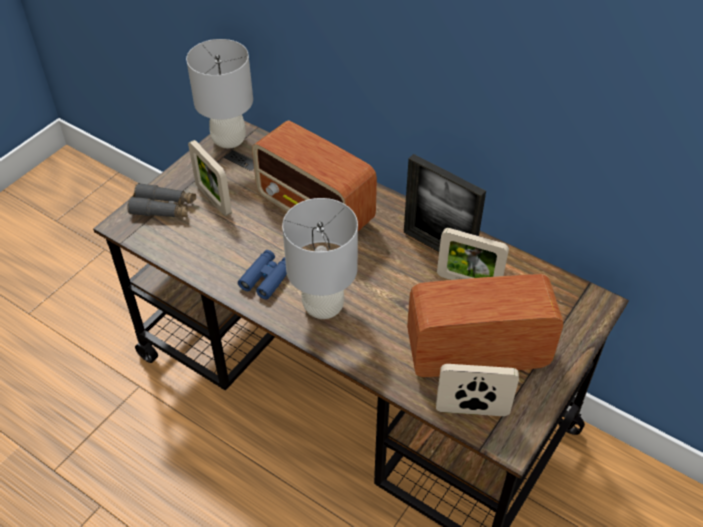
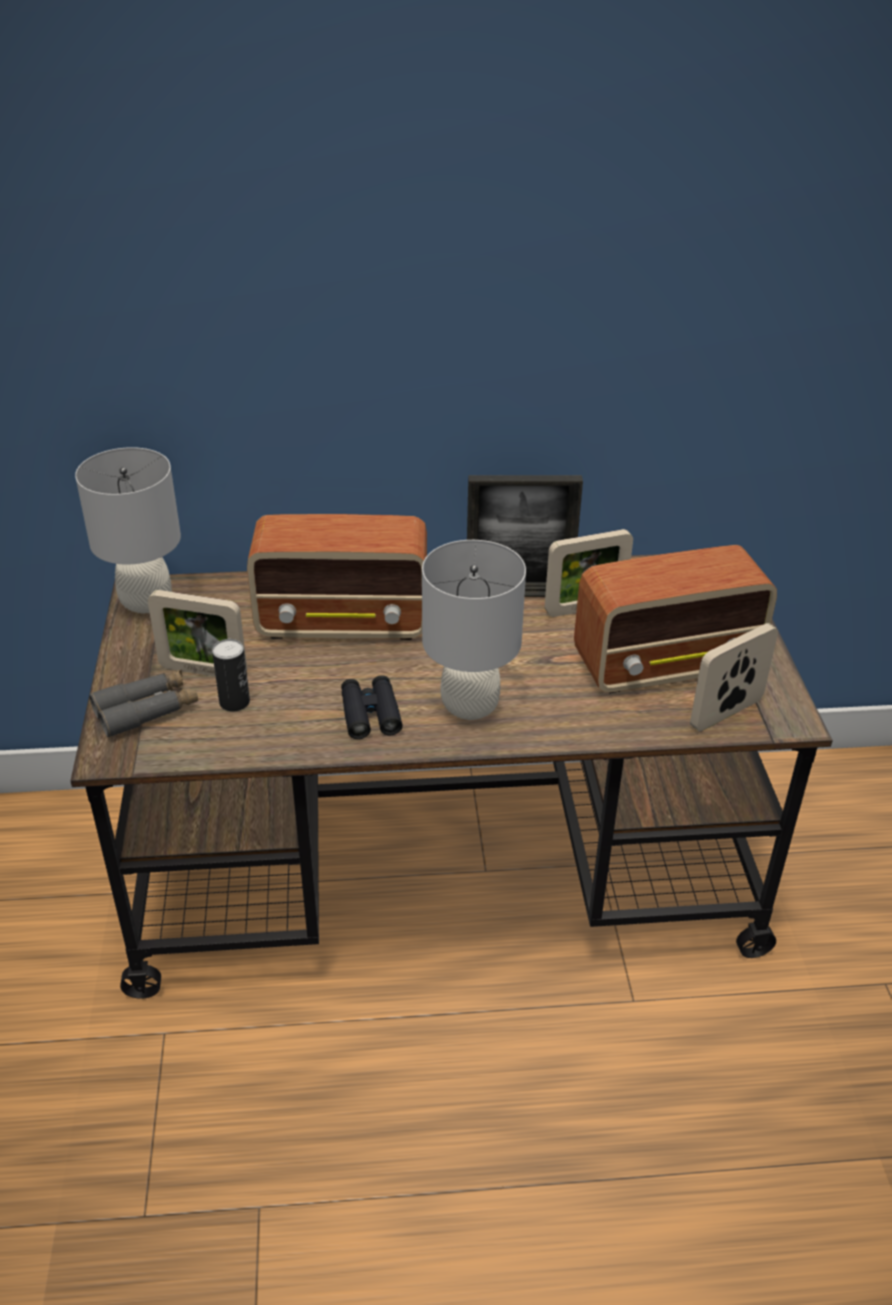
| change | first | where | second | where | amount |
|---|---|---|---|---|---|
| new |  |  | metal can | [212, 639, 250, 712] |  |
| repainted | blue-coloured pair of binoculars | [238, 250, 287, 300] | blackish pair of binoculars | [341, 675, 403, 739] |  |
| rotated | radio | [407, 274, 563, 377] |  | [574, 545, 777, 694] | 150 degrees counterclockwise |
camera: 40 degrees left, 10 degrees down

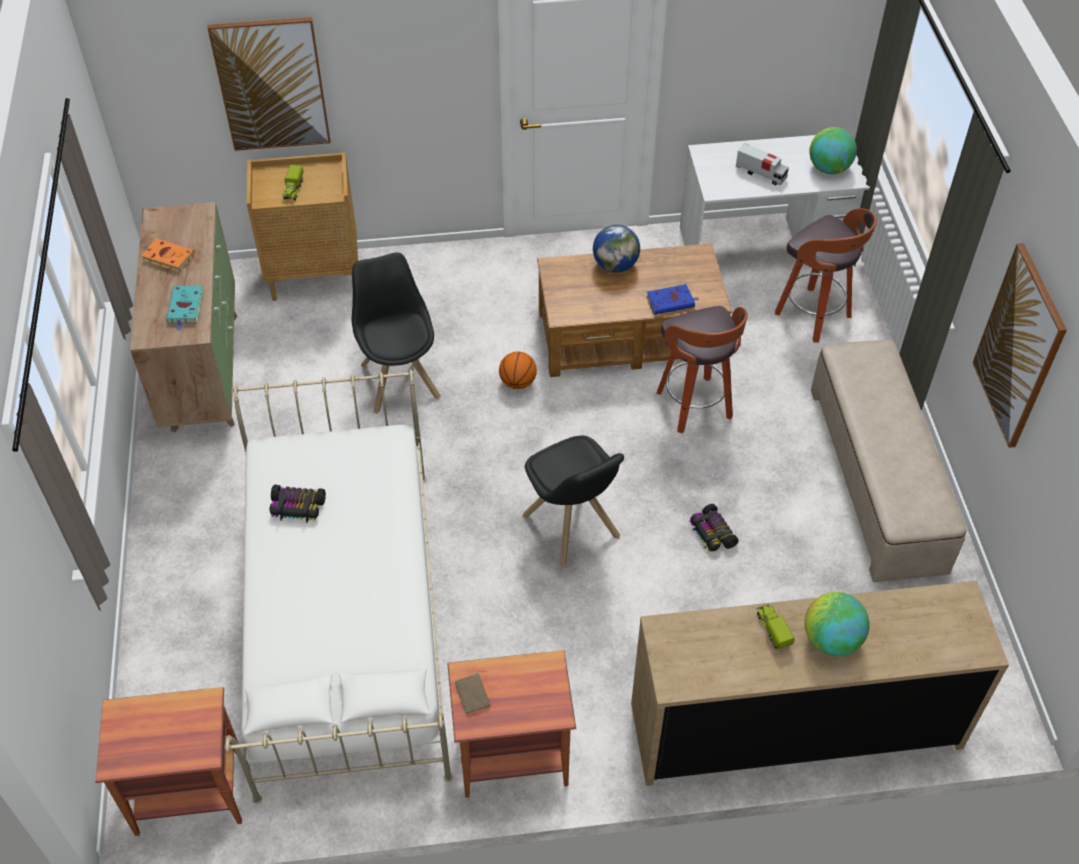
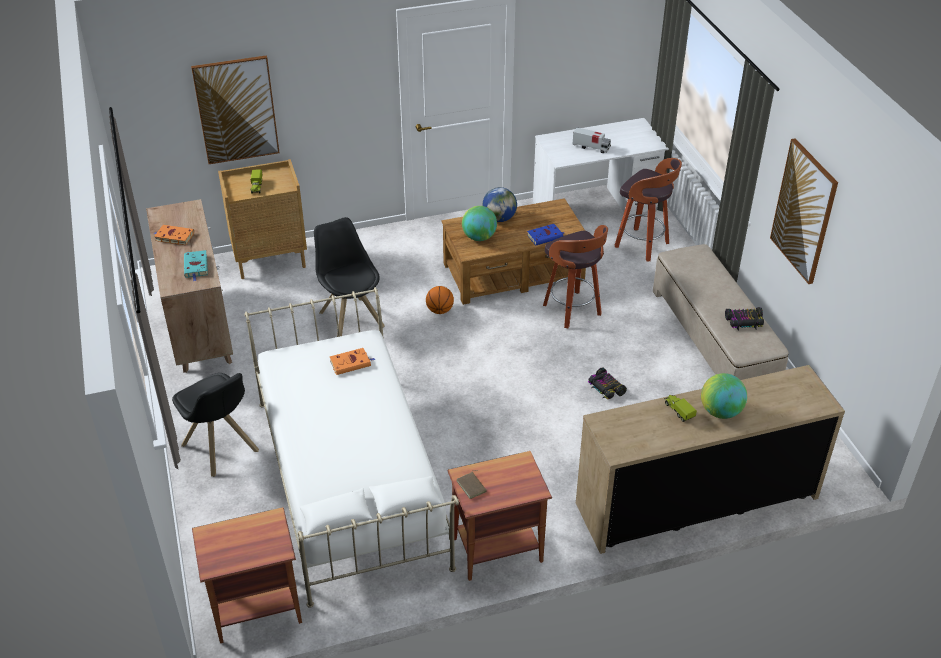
| change | first | where | second | where | amount |
|---|---|---|---|---|---|
| new |  |  | orangey volume | [330, 348, 375, 375] |  |
| shifted | toy car | [269, 485, 326, 524] |  | [725, 307, 764, 331] |  |
| shifted | blackish plain chair | [522, 436, 624, 566] |  | [172, 373, 259, 477] |  |
| shifted | desk globe | [809, 127, 857, 174] |  | [462, 206, 497, 241] |  |
camera: 10 degrees left, 10 degrees down

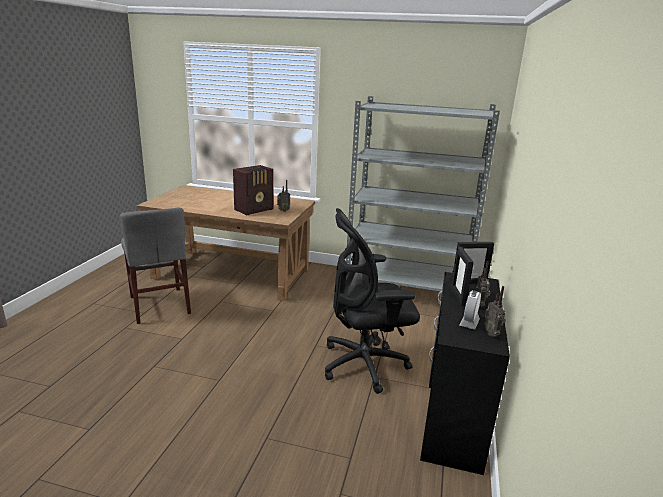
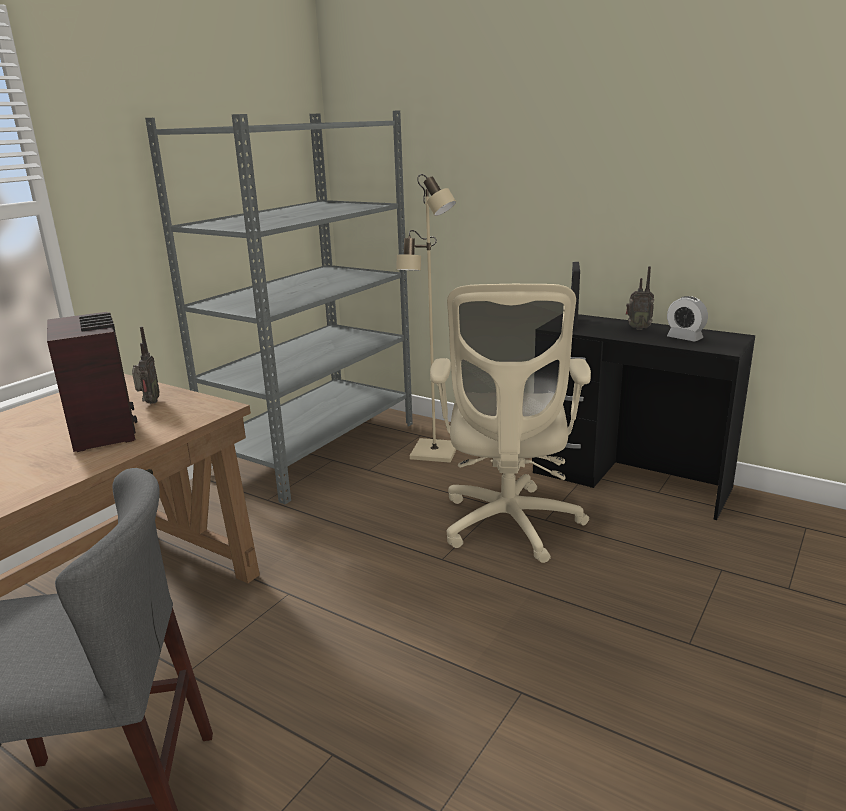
| change | first | where | second | where | amount |
|---|---|---|---|---|---|
| gone | standing frame | [451, 247, 474, 306] |  |  |  |
| gone | radio | [484, 286, 506, 337] |  |  |  |
| new |  |  | beige-coloured standard lamp | [396, 174, 457, 463] |  |
| repainted | blackish office chair | [325, 208, 420, 394] | beige-coloured office chair | [430, 284, 591, 563] |  |
camera: 70 degrees left, 0 degrees up

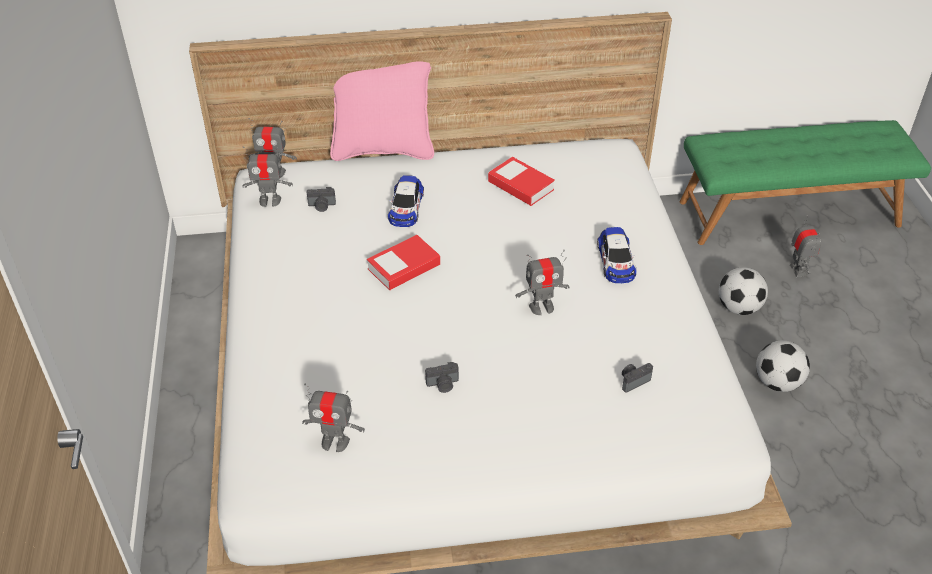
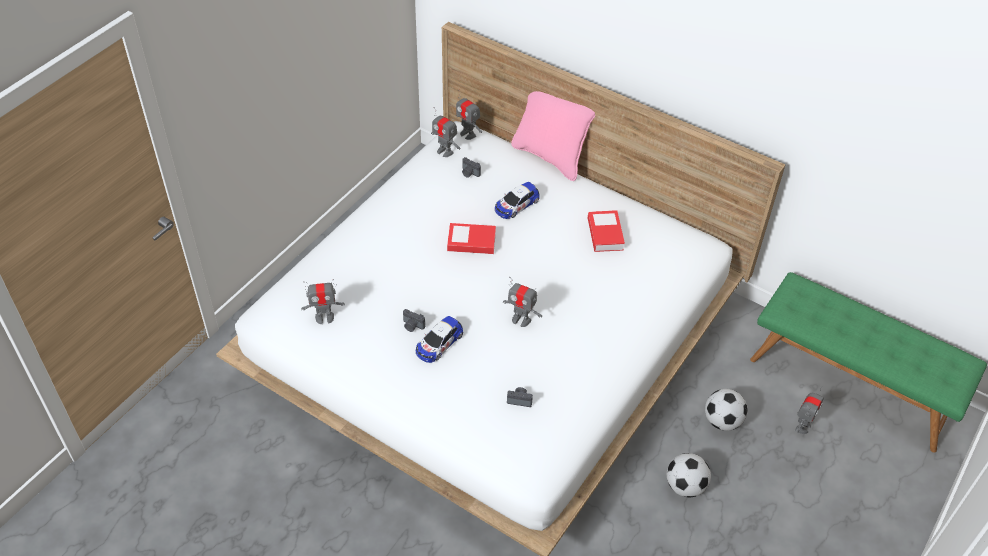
| change | first | where | second | where | amount |
|---|---|---|---|---|---|
| shifted | toy car | [597, 227, 637, 283] |  | [416, 316, 463, 363] |  |
| rotated | robot figure | [302, 384, 365, 452] |  | [301, 279, 345, 324] | 60 degrees counterclockwise |
camera: 40 degrees right, 5 degrees up

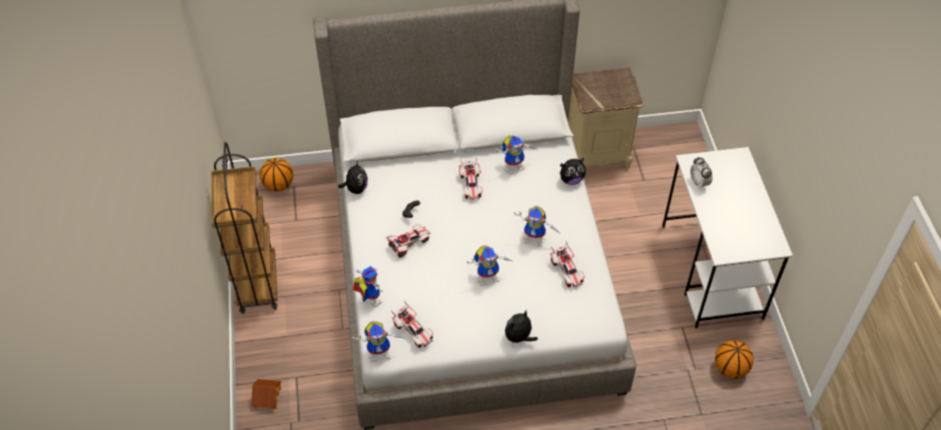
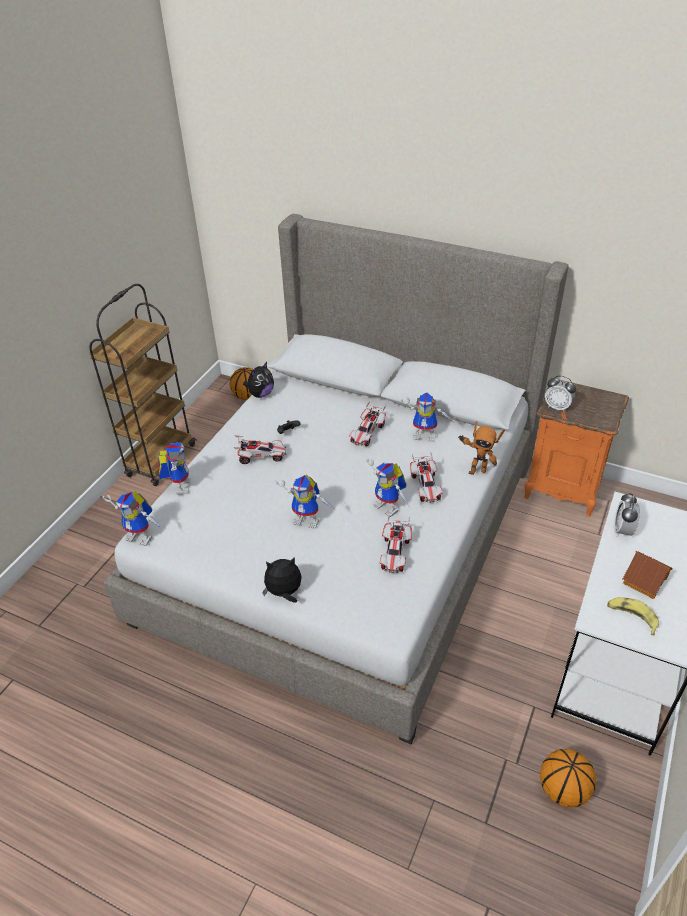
| change | first | where | second | where | amount |
|---|---|---|---|---|---|
| new |  |  | table clock | [545, 376, 576, 412] |  |
| new |  |  | whole banana | [607, 597, 659, 635] |  |
| shifted | miniature house | [252, 379, 281, 409] |  | [623, 551, 673, 599] |  |
| shifted | toy car | [391, 301, 434, 348] |  | [410, 453, 443, 502] |  |
| swapped | cuddly toy | [560, 158, 586, 185] | robot figure | [458, 421, 505, 475] |  |
| repainted | beige-coloured bedside table | [568, 67, 644, 169] | orangey bedside table | [524, 379, 629, 517] |  |
camera: 35 degrees right, 10 degrees down

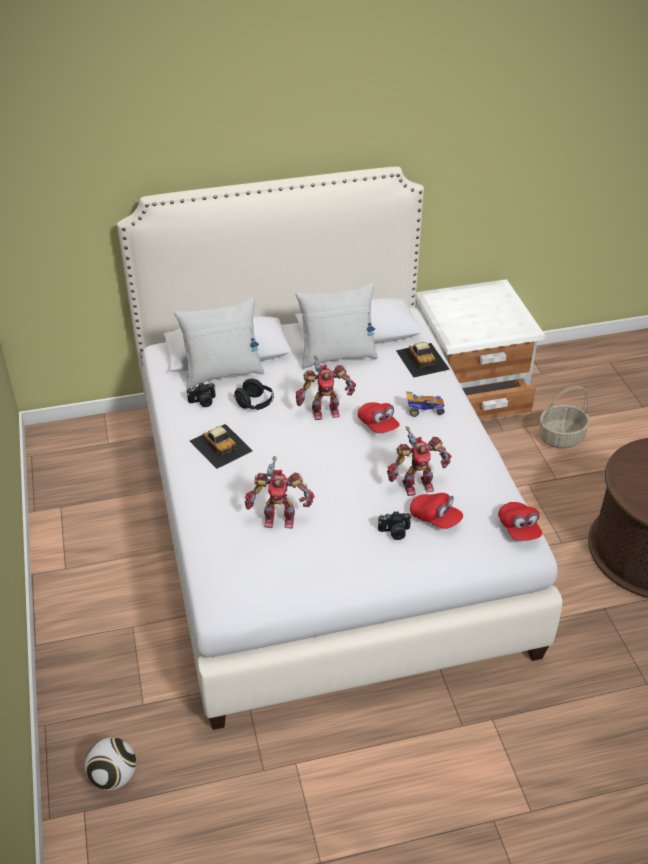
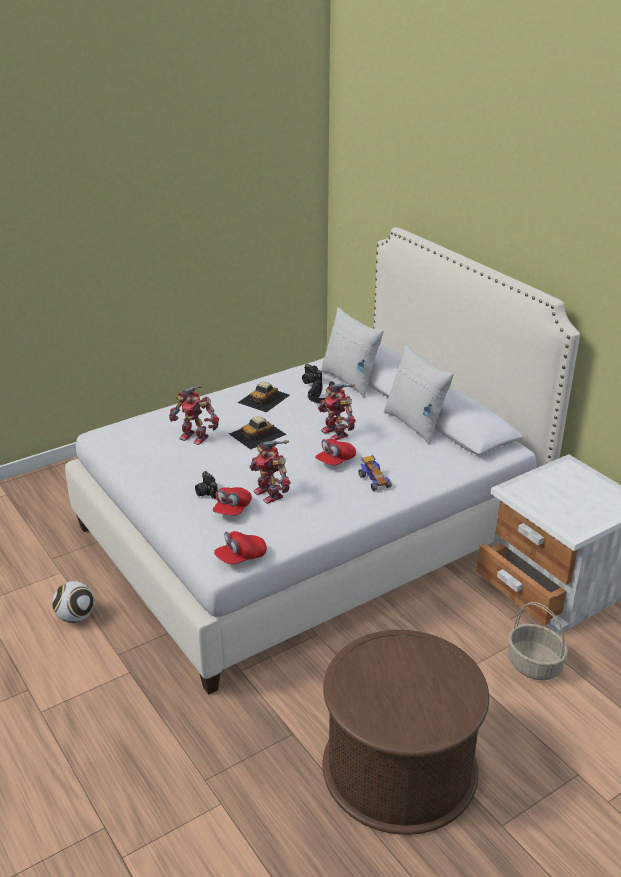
| change | first | where | second | where | amount |
|---|---|---|---|---|---|
| shifted | ball for football | [84, 737, 136, 791] |  | [52, 581, 95, 623] |  |
| shifted | toy car | [396, 342, 450, 378] |  | [229, 416, 287, 450] |  |
| rotated | robot figure | [245, 456, 315, 528] |  | [169, 385, 219, 445] | 45 degrees counterclockwise |
camera: 70 degrees right, 10 degrees down

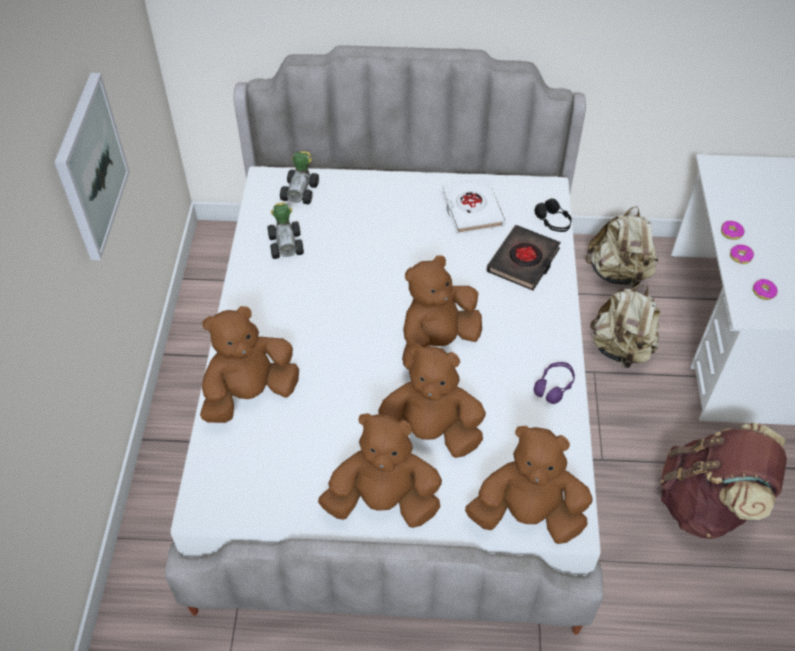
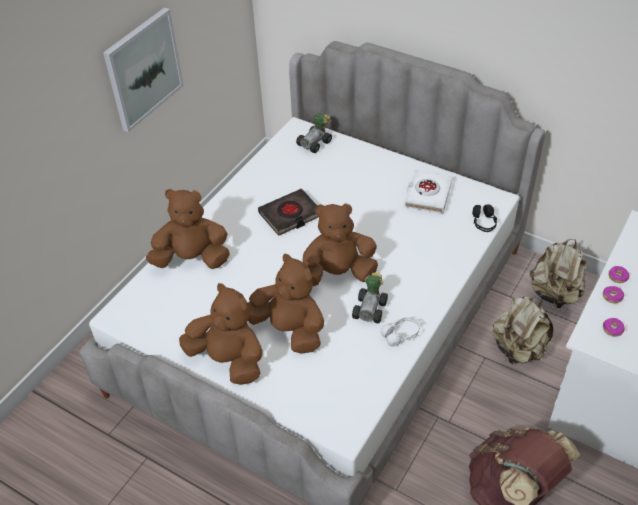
| change | first | where | second | where | amount |
|---|---|---|---|---|---|
| gone | brown-coloured cuddly toy | [465, 426, 593, 544] |  |  |  |
| shifted | toy car | [267, 203, 304, 259] |  | [352, 273, 388, 323] |  |
| shifted | blackish volume | [487, 225, 561, 291] |  | [258, 188, 319, 236] |  |
| repainted | purple-coloured pair of headphones | [533, 362, 575, 404] | white pair of headphones | [381, 317, 420, 346] |  |
camera: 30 degrees right, 5 degrees down

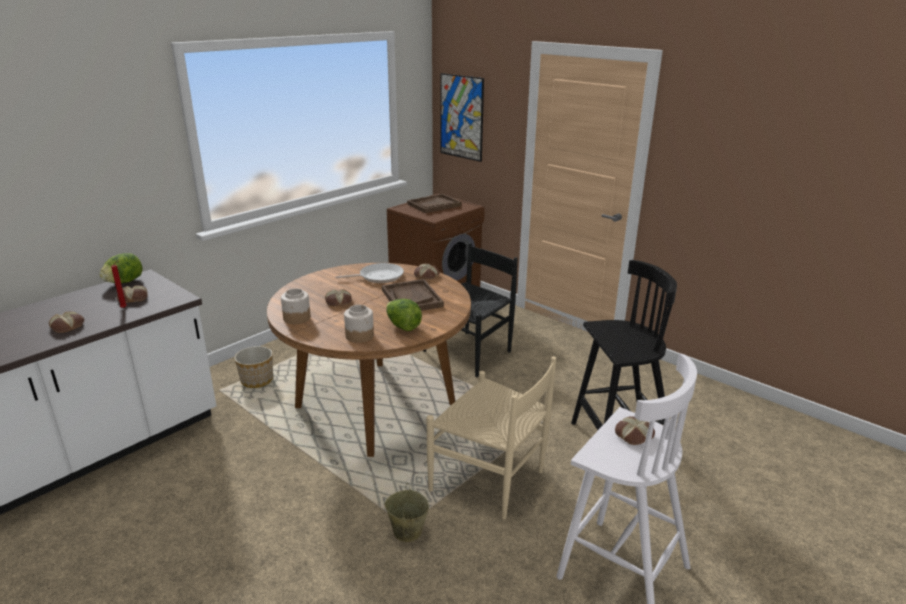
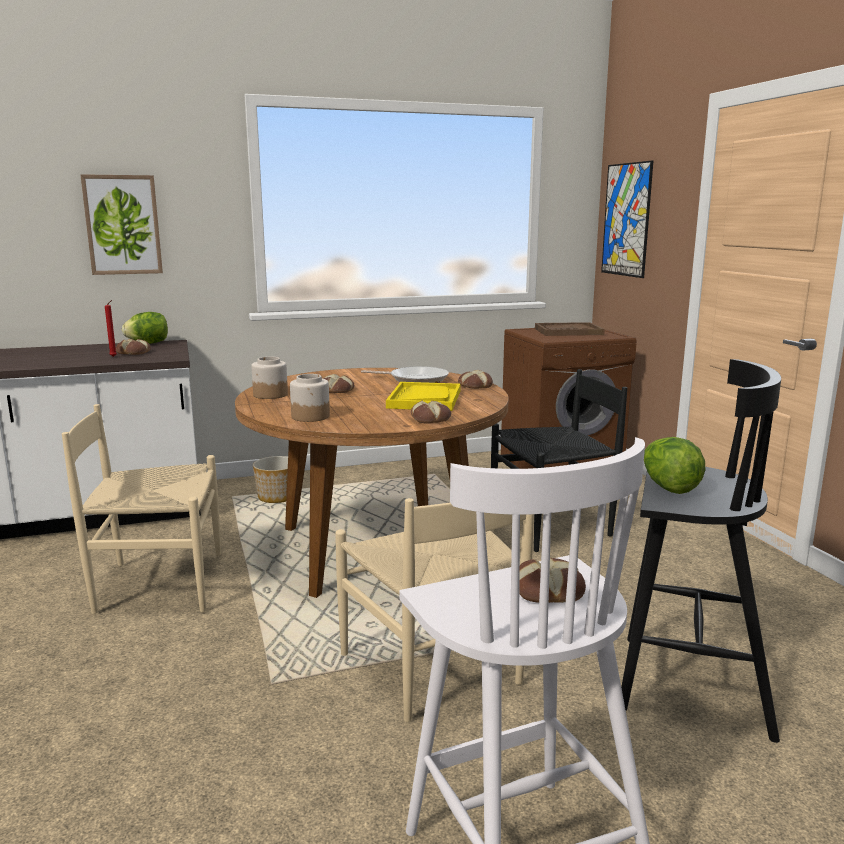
| change | first | where | second | where | amount |
|---|---|---|---|---|---|
| gone | beige-coloured bucket | [385, 483, 429, 542] |  |  |  |
| new |  |  | beige-coloured plain chair | [62, 404, 221, 614] |  |
| new |  |  | picture | [80, 174, 163, 275] |  |
| shifted | bread | [49, 311, 84, 333] |  | [411, 401, 451, 424] |  |
| shifted | lettuce | [386, 299, 422, 331] |  | [644, 437, 705, 494] |  |
| repainted | brown-coloured serving tray | [382, 279, 444, 311] | yellowish serving tray | [386, 382, 461, 411] |  |
camera: 30 degrees right, 10 degrees down

